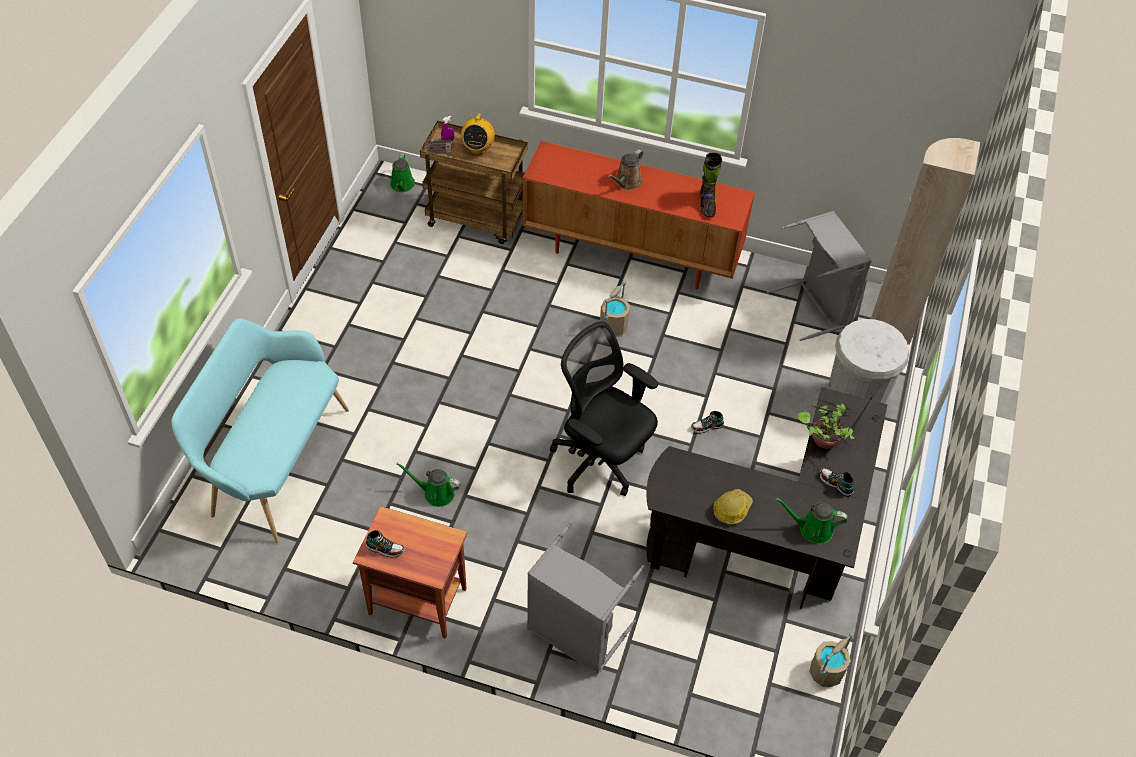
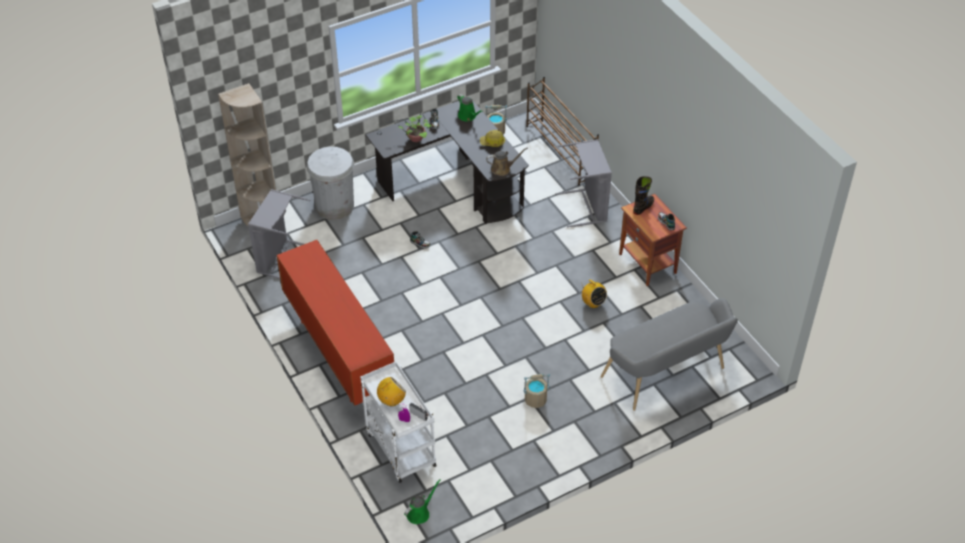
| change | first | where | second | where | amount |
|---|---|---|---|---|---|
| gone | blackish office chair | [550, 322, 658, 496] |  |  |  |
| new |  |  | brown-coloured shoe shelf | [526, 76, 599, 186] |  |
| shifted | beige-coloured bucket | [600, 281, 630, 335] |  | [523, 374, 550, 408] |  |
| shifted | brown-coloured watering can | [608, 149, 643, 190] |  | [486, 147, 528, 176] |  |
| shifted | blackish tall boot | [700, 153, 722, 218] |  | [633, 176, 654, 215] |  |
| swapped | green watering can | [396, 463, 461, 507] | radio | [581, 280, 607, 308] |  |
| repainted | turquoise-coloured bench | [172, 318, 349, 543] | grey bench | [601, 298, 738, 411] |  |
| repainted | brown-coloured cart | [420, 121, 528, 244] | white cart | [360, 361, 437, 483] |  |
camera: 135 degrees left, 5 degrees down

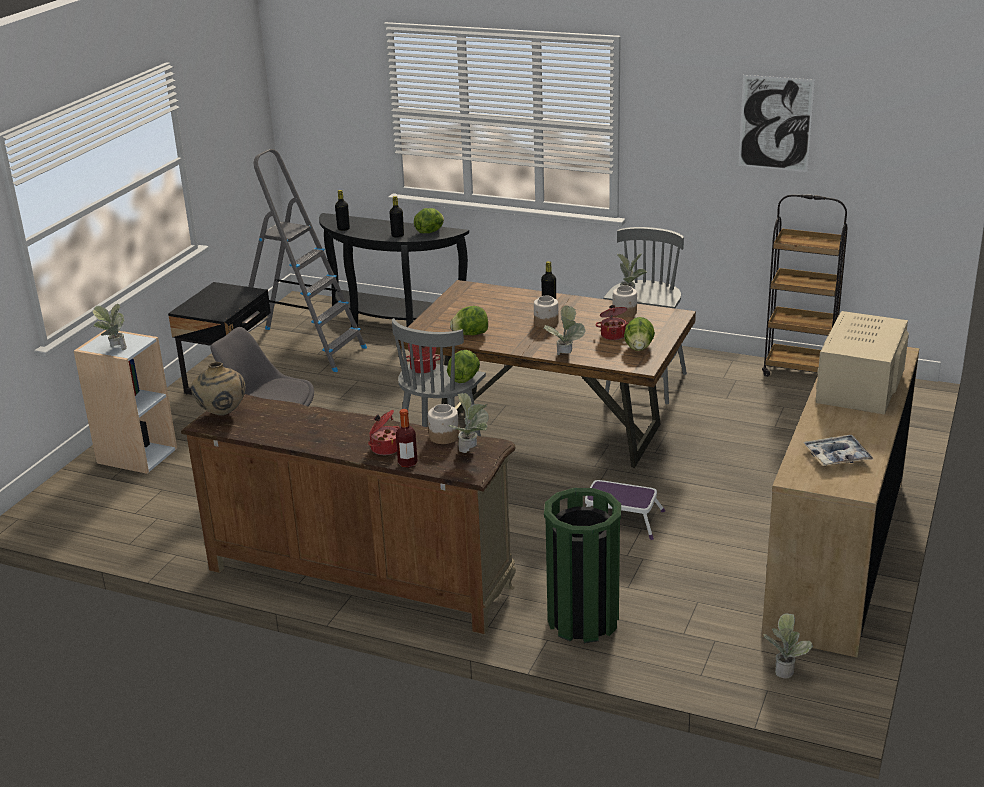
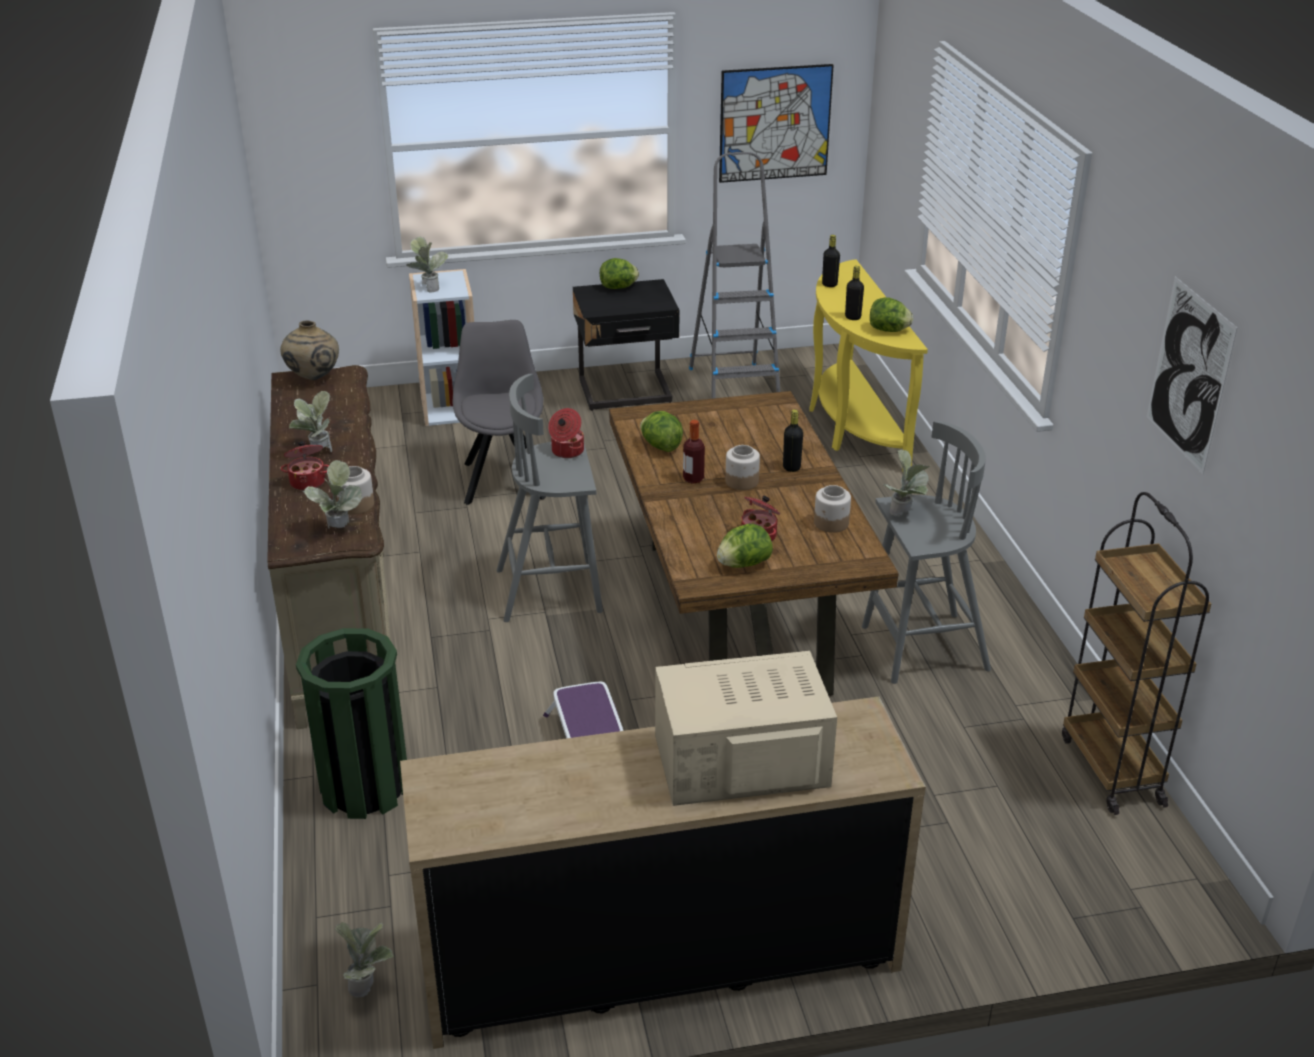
| change | first | where | second | where | amount |
|---|---|---|---|---|---|
| gone | serving tray | [803, 435, 873, 466] |  |  |  |
| new |  |  | picture | [719, 64, 834, 183] |  |
| shifted | bottle | [396, 409, 418, 468] |  | [683, 420, 705, 484] |  |
| shifted | lettuce | [447, 350, 480, 383] |  | [600, 258, 639, 289] |  |
| shifted | plant in a pot | [544, 305, 586, 355] |  | [289, 391, 332, 452] |  |
| repainted | blackish console table | [319, 213, 469, 327] | yellowish console table | [809, 259, 928, 472] |  |
camera: 55 degrees right, 5 degrees up

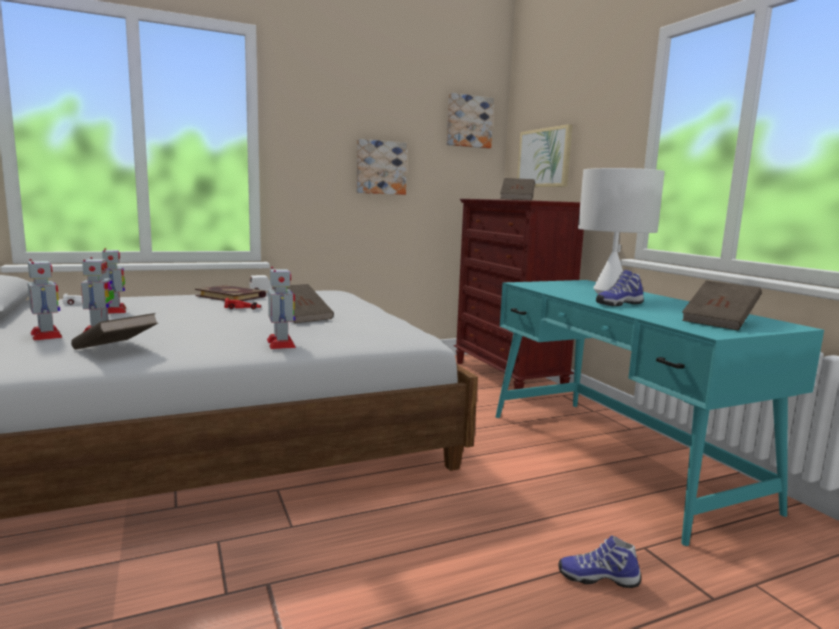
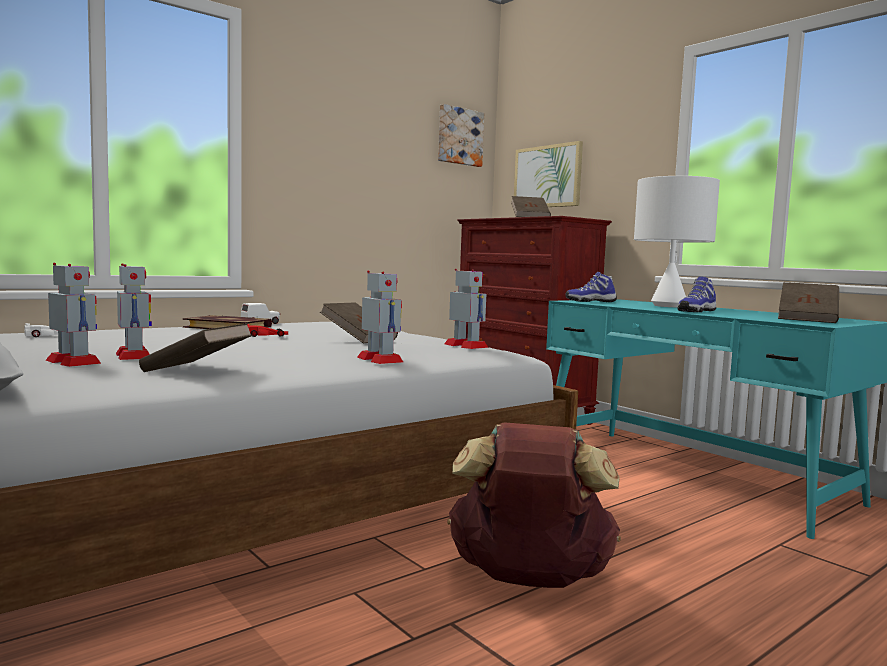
| change | first | where | second | where | amount |
|---|---|---|---|---|---|
| gone | picture | [356, 139, 407, 195] |  |  |  |
| new |  |  | brown-coloured backpack | [447, 422, 621, 588] |  |
| shifted | robot figure | [102, 248, 126, 314] |  | [444, 268, 488, 349] |  |
| shifted | shoe | [558, 536, 641, 588] |  | [565, 272, 617, 302] |  |
camera: 15 degrees left, 5 degrees down

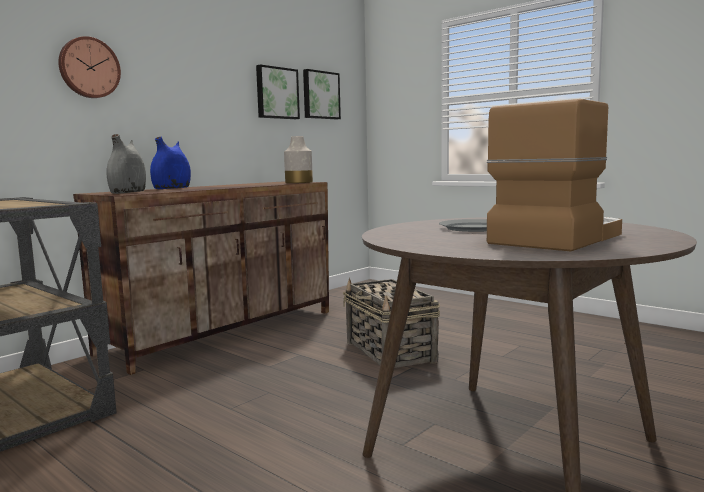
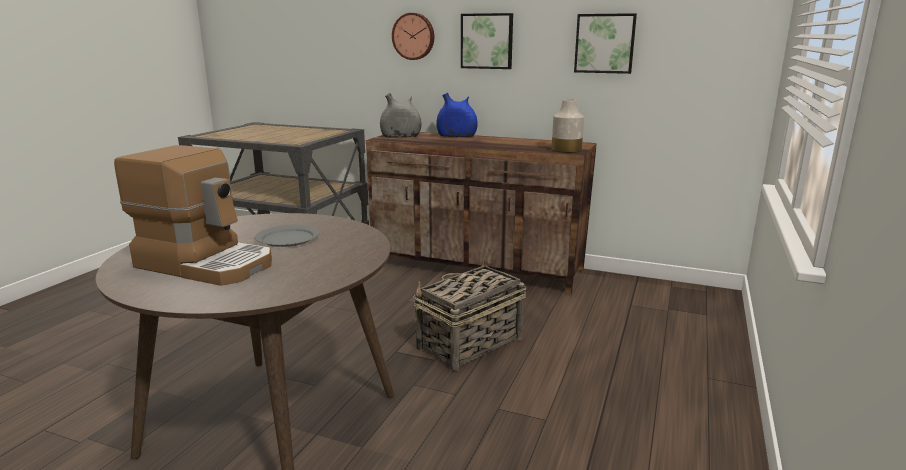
| change | first | where | second | where | amount |
|---|---|---|---|---|---|
| shifted | picture | [303, 69, 341, 119] |  | [461, 13, 513, 69] |  |
camera: 70 degrees right, 10 degrees up

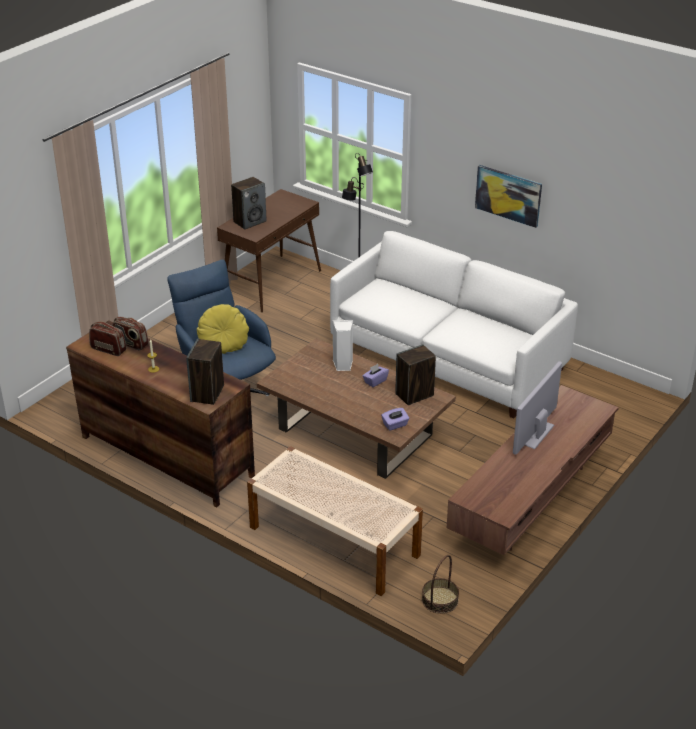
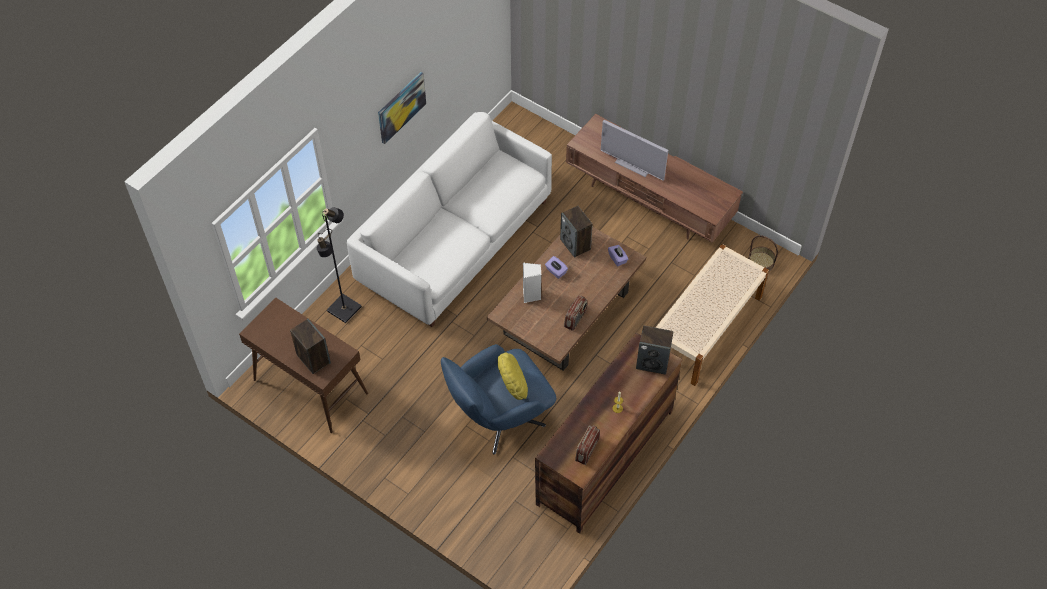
| change | first | where | second | where | amount |
|---|---|---|---|---|---|
| shifted | radio | [112, 317, 149, 350] |  | [564, 296, 587, 331] |  |
camera: 90 degrees left, 20 degrees up

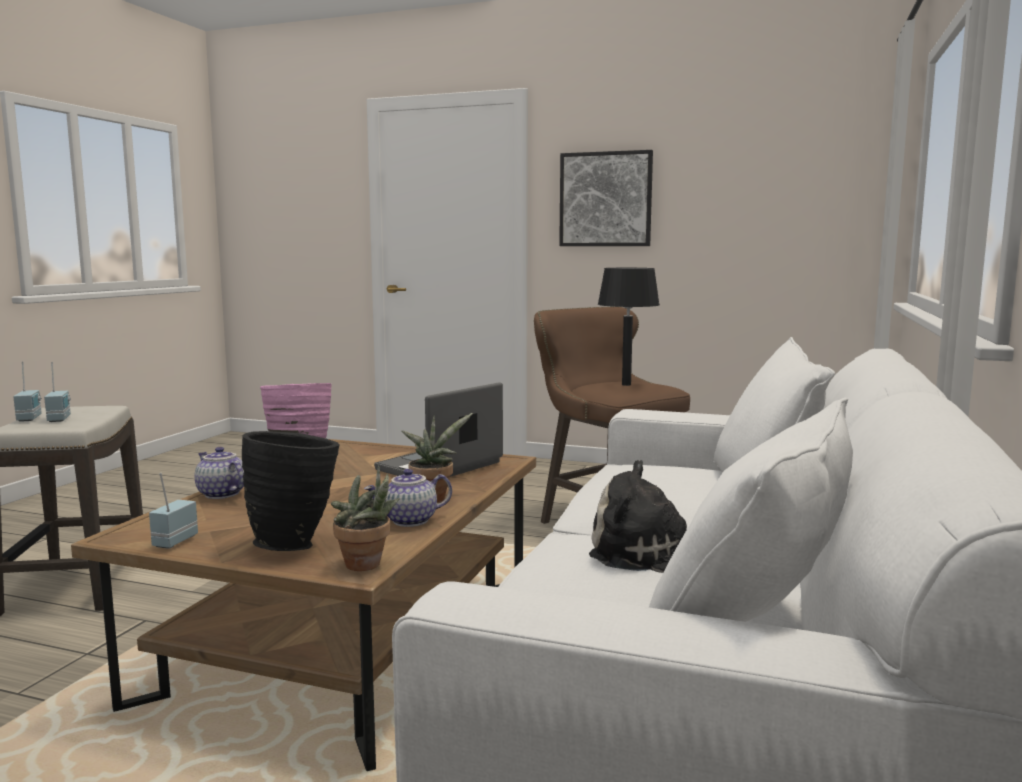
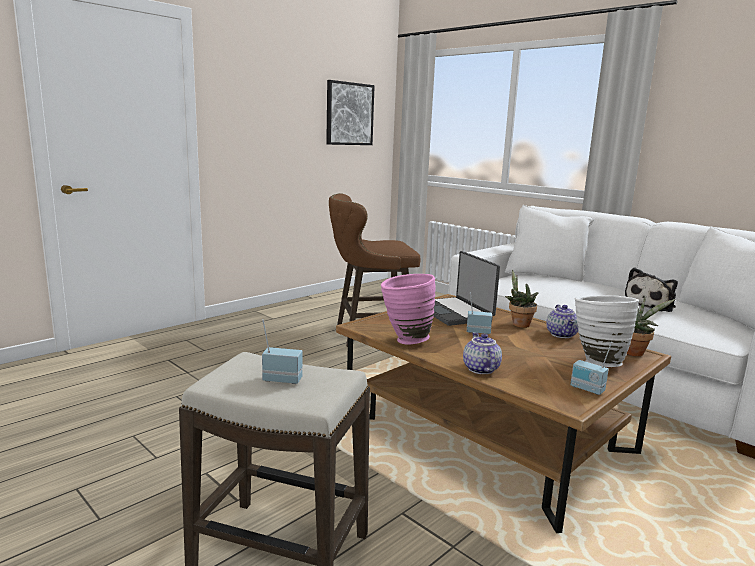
| change | first | where | second | where | amount |
|---|---|---|---|---|---|
| gone | blackish lamp for a table | [598, 268, 660, 386] |  |  |  |
| shifted | radio | [13, 362, 42, 422] |  | [467, 292, 492, 334] |  |
| shifted | picture | [559, 150, 653, 246] |  | [326, 80, 375, 145] |  |
| repainted | blackish vase | [242, 431, 340, 551] | white vase | [575, 295, 639, 367] |  |
| rotated | pot for tea | [195, 447, 244, 499] |  | [463, 333, 502, 374] | 105 degrees clockwise |
camera: 65 degrees left, 5 degrees up

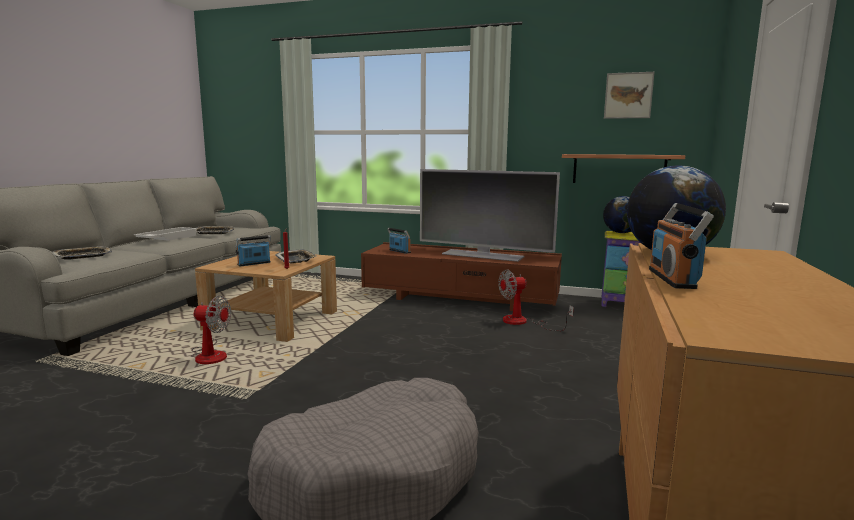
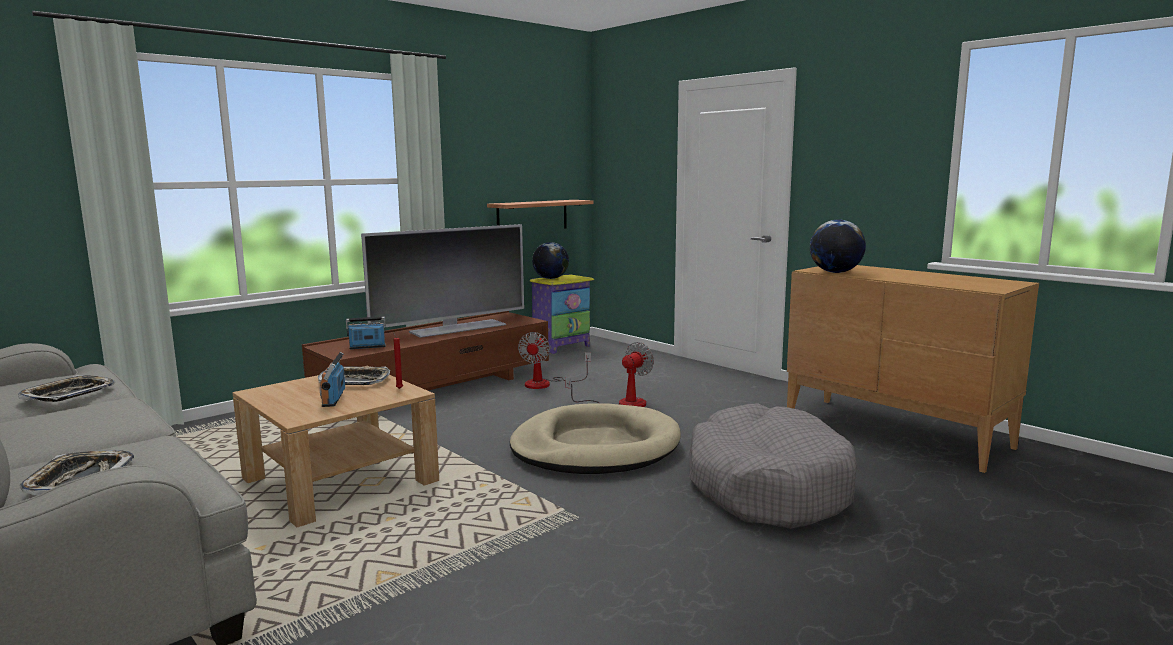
| change | first | where | second | where | amount |
|---|---|---|---|---|---|
| gone | white serving tray | [134, 227, 197, 241] |  |  |  |
| gone | picture | [604, 72, 654, 119] |  |  |  |
| gone | radio | [649, 203, 714, 289] |  |  |  |
| new |  |  | beige-coloured dog bed | [510, 403, 681, 474] |  |
| shifted | cooling fan | [191, 296, 231, 364] |  | [565, 342, 654, 407] |  |
camera: 60 degrees left, 0 degrees up

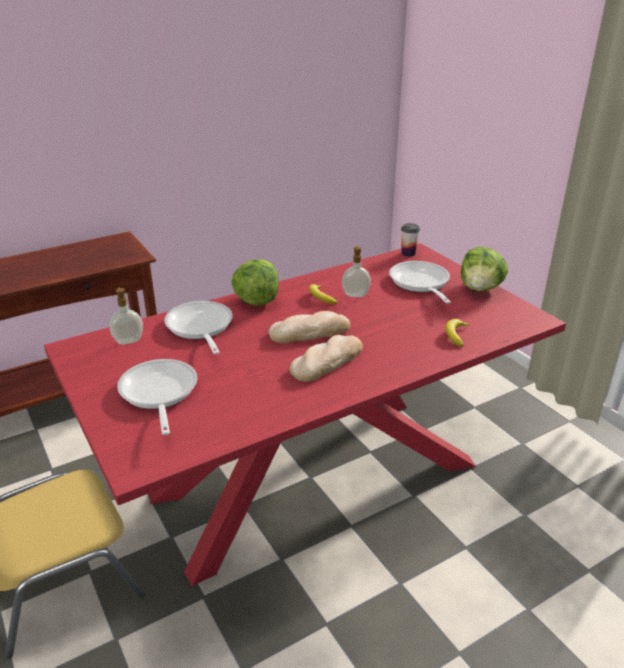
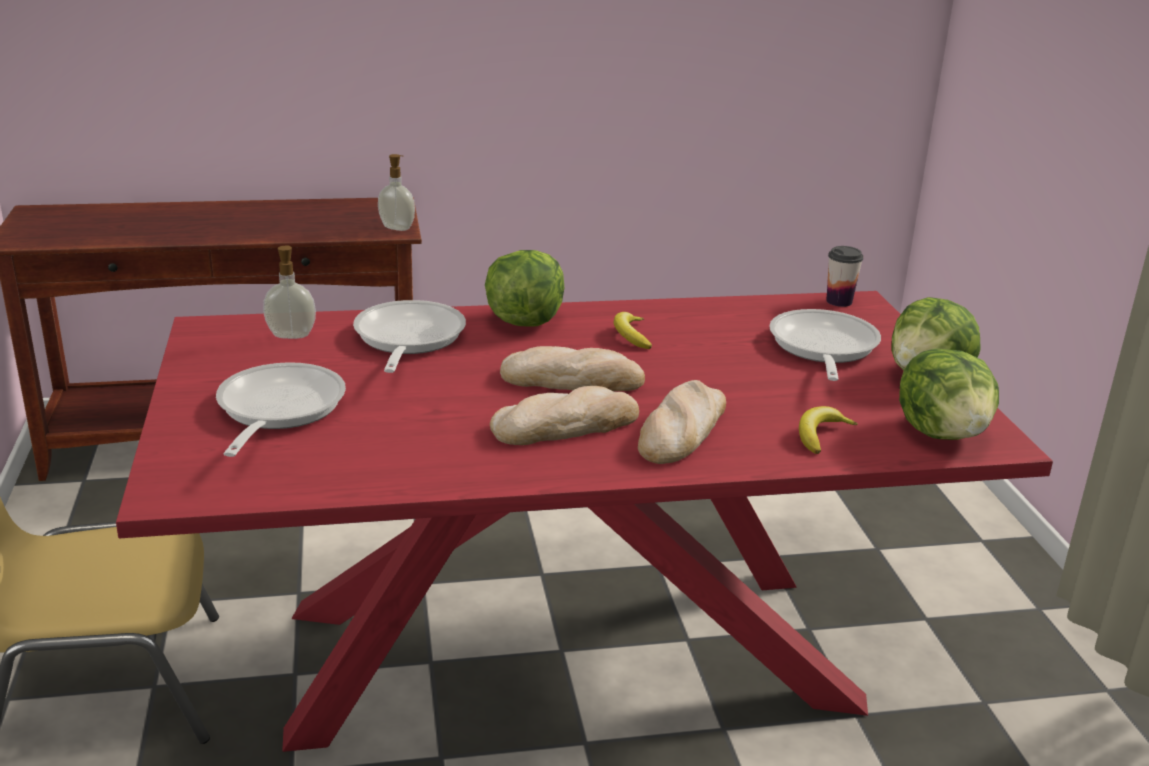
| change | first | where | second | where | amount |
|---|---|---|---|---|---|
| new |  |  | bread | [638, 380, 726, 464] |  |
| new |  |  | lettuce | [899, 348, 999, 440] |  |
| shifted | soap dispenser | [342, 246, 371, 297] |  | [378, 154, 415, 231] |  |
camera: 20 degrees right, 5 degrees down

